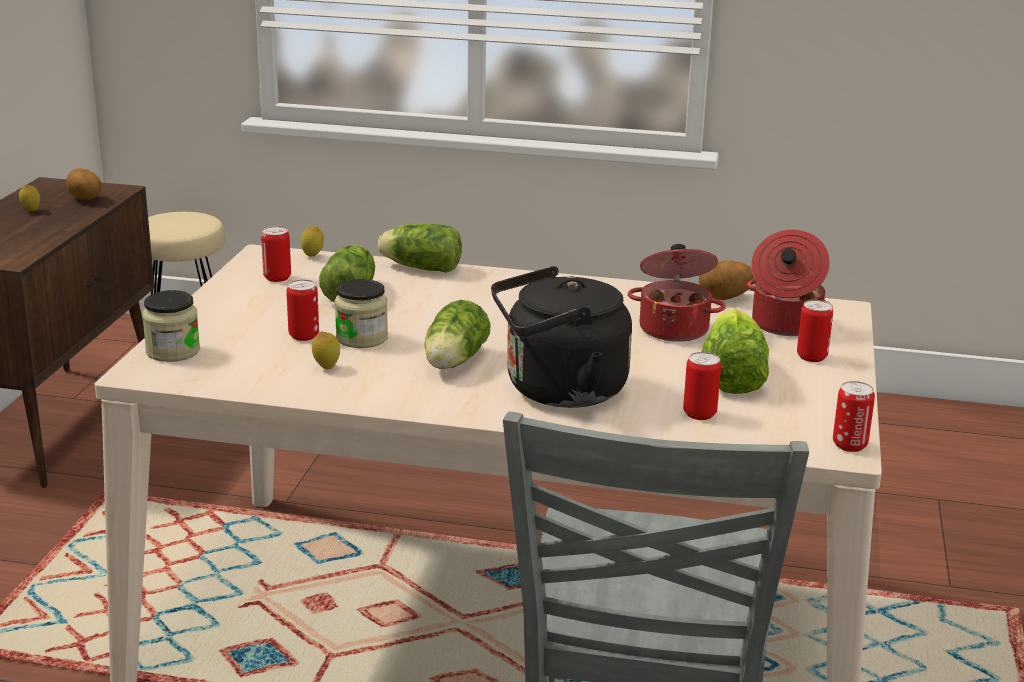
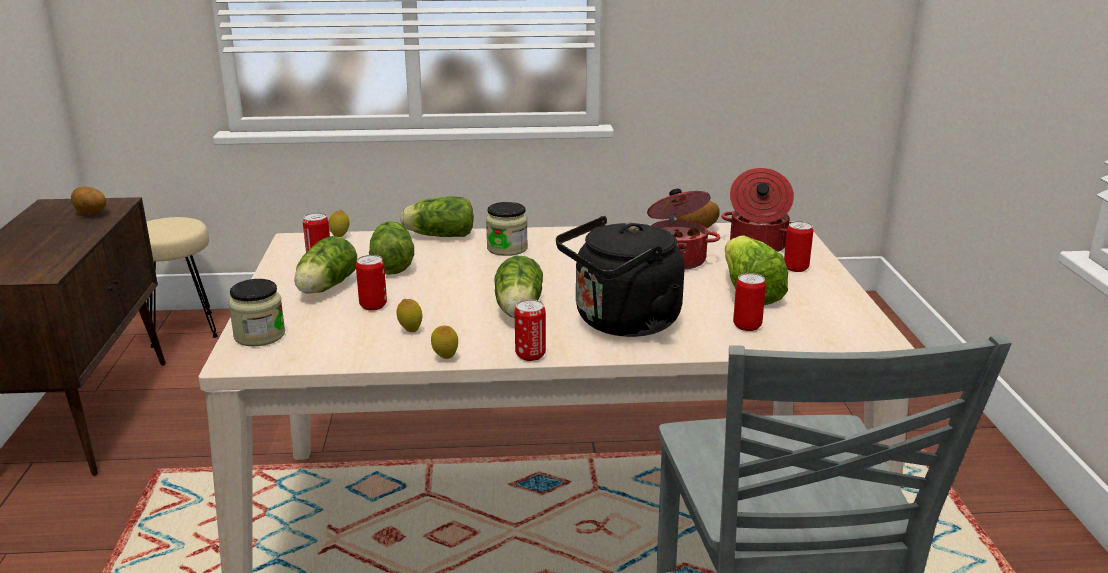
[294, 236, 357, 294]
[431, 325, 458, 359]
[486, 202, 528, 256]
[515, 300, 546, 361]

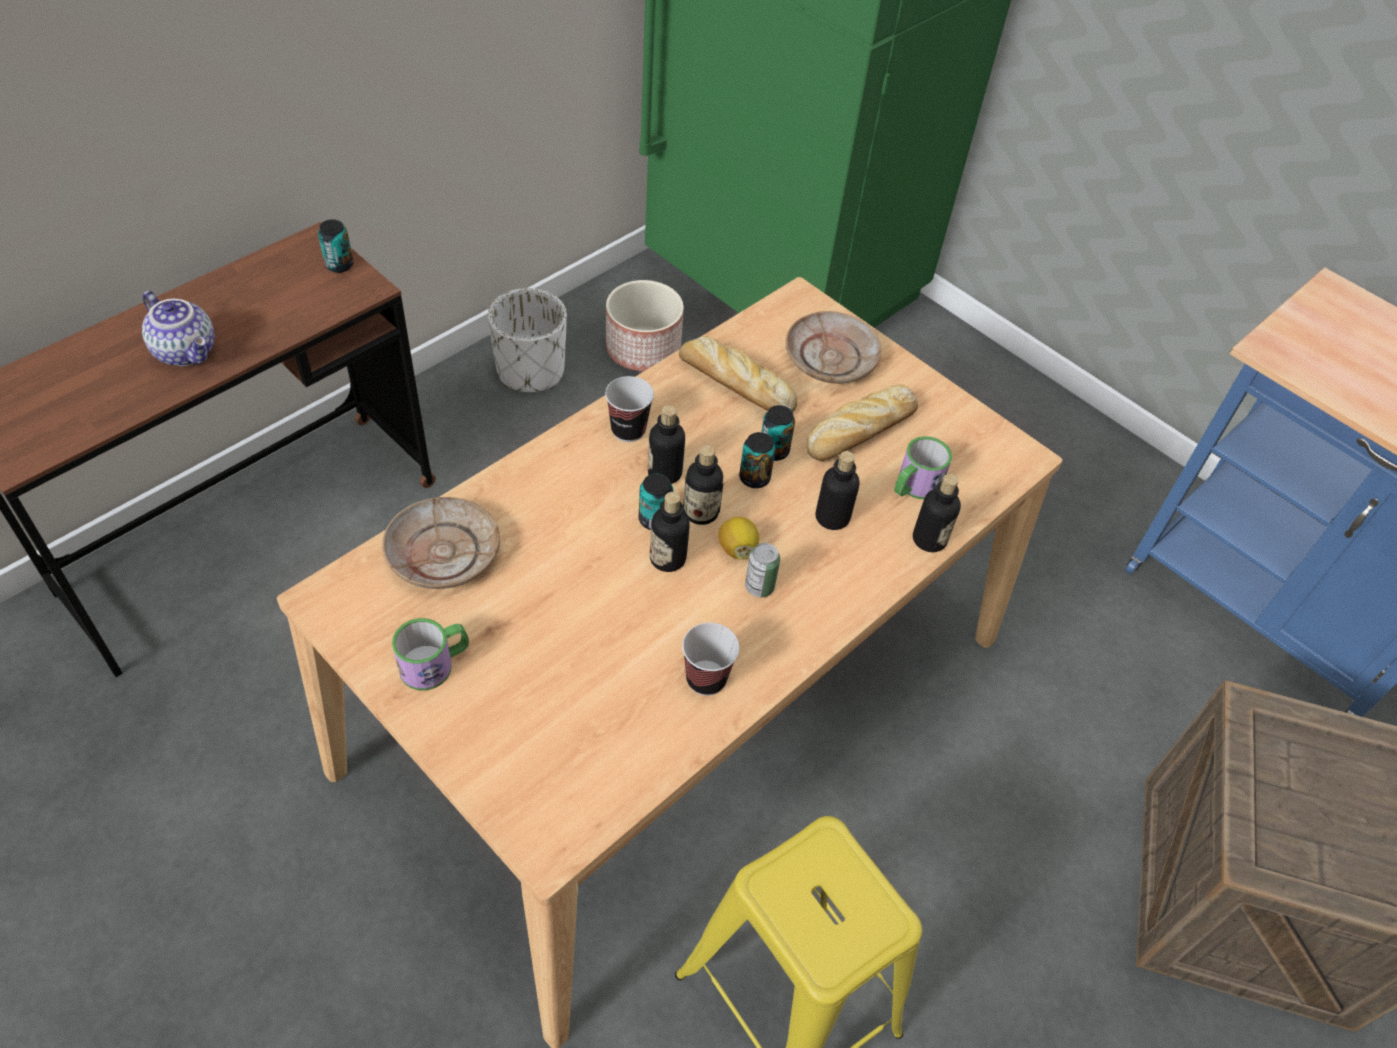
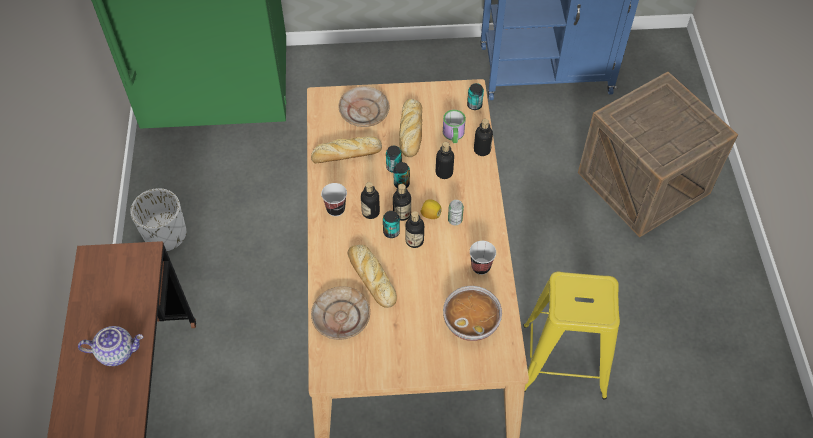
[348, 245, 397, 308]
[443, 286, 502, 341]
[467, 83, 484, 110]
[392, 618, 469, 690] (first image)
[606, 280, 684, 371] (first image)

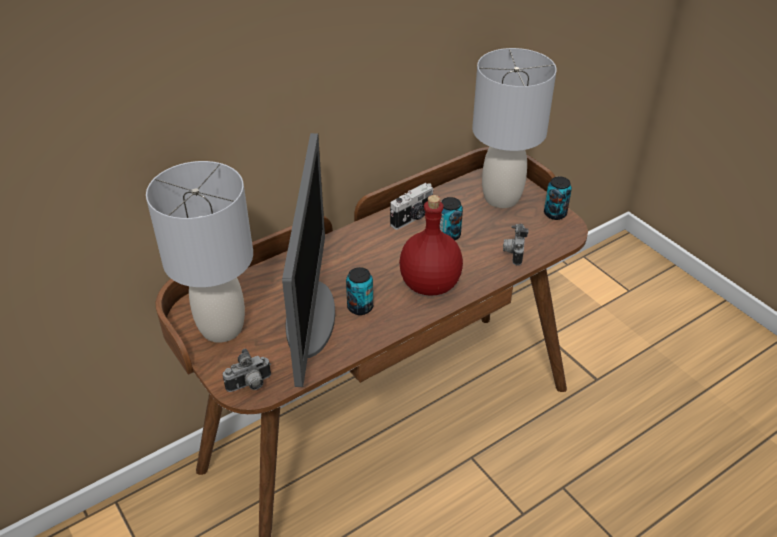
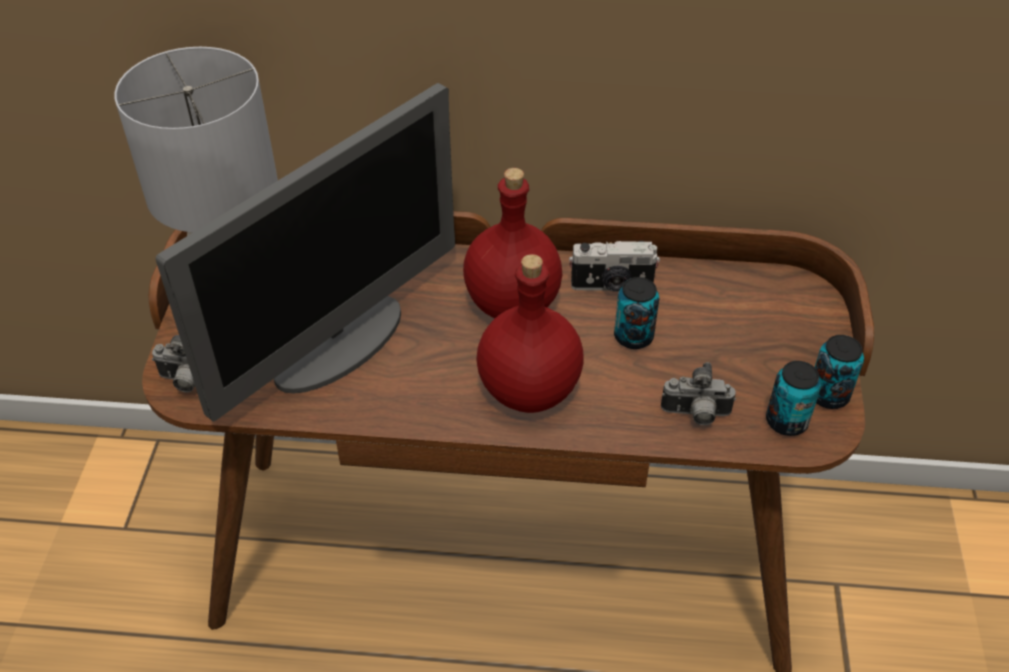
[463, 168, 562, 318]
[661, 362, 736, 425]
[766, 361, 821, 436]
[472, 48, 556, 208] (first image)

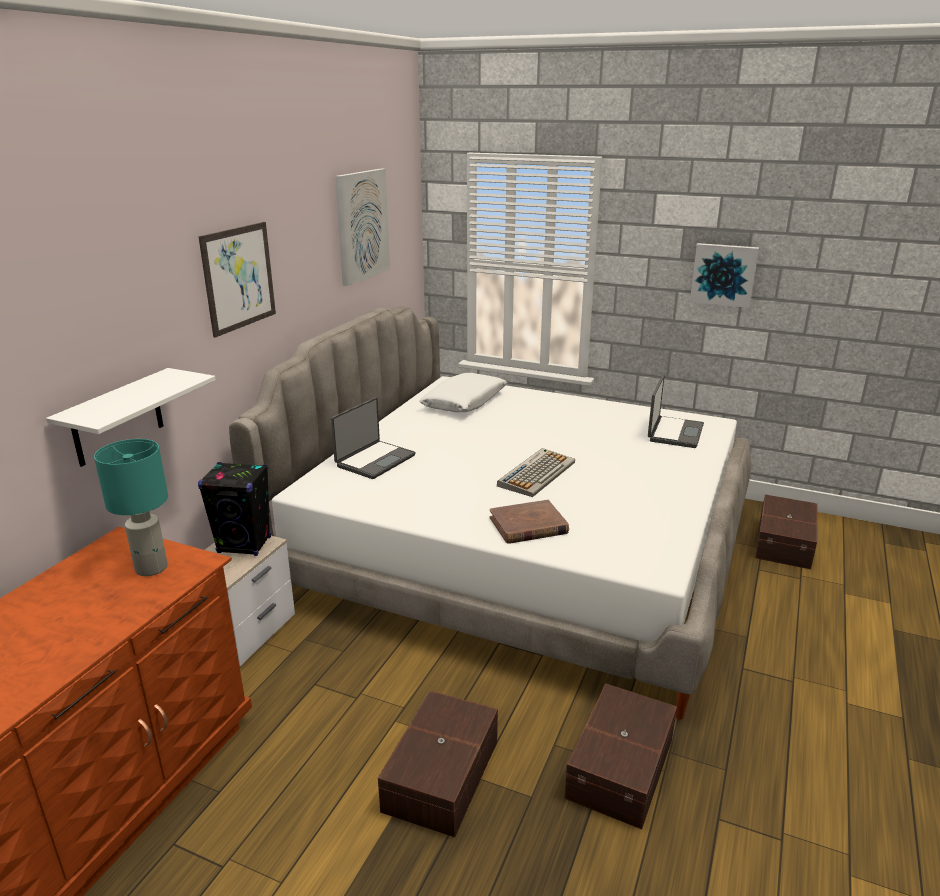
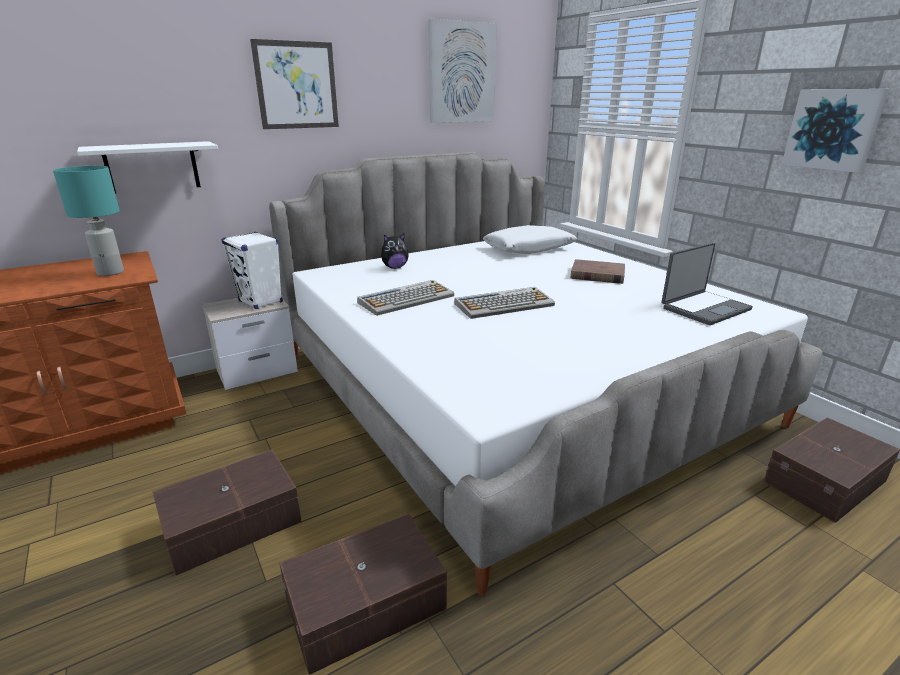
[221, 232, 283, 309]
[357, 280, 454, 316]
[381, 233, 409, 269]
[570, 259, 625, 284]

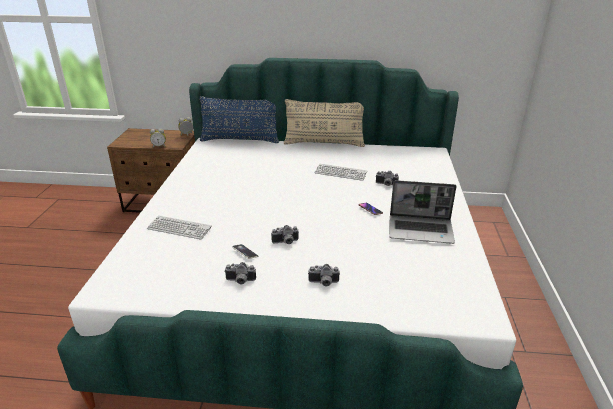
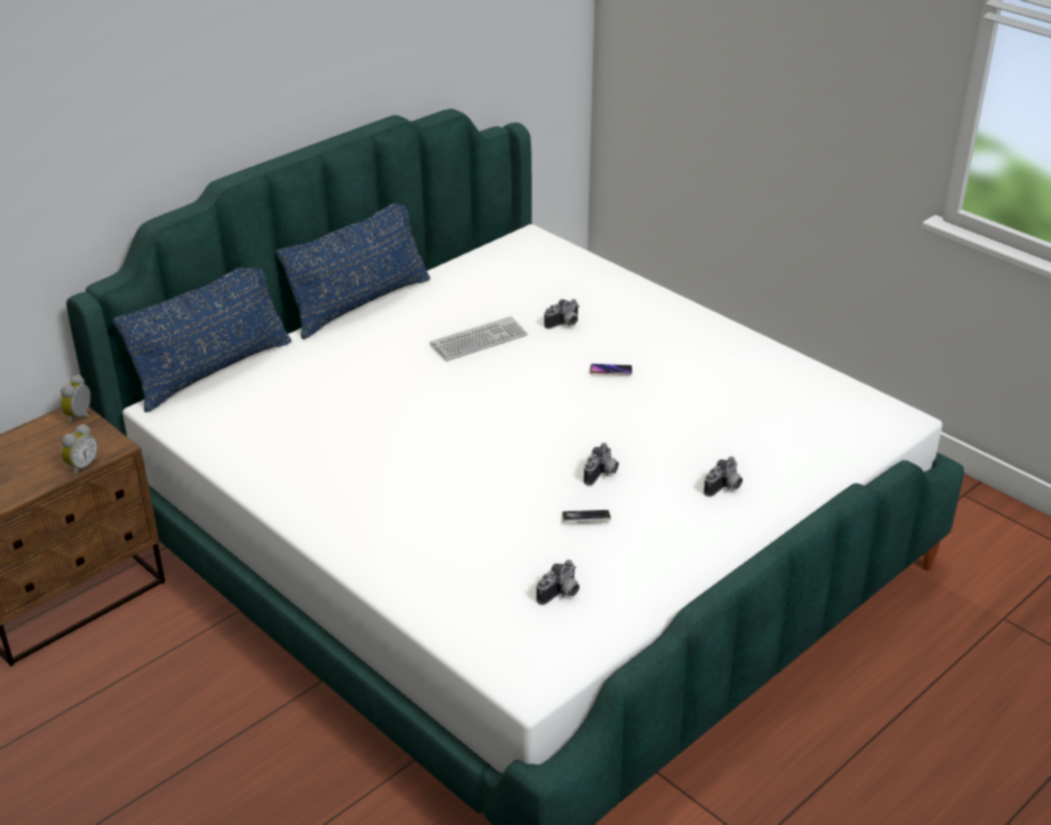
[276, 203, 430, 339]
[537, 560, 579, 605]
[147, 215, 212, 239] (first image)
[389, 180, 457, 244] (first image)

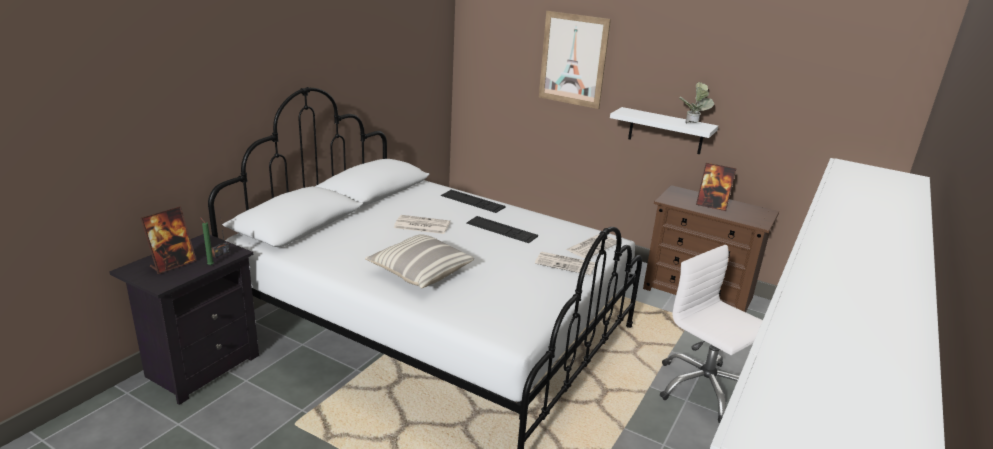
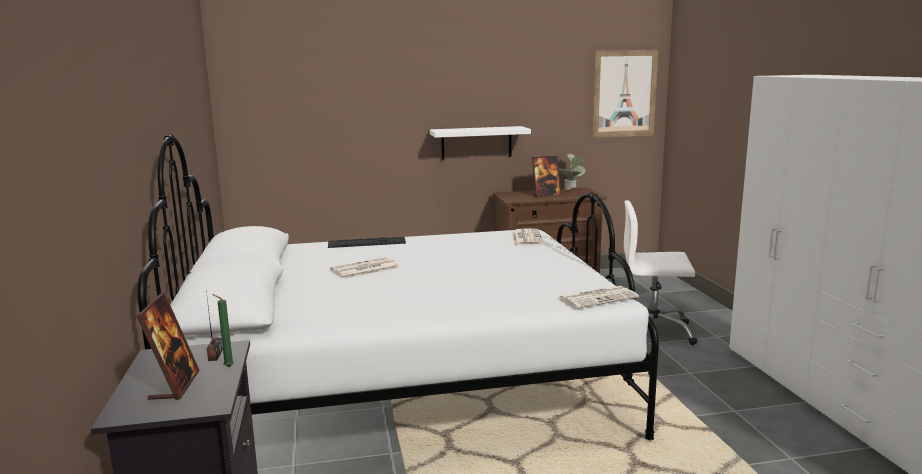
[559, 153, 586, 191]
[559, 286, 639, 308]
[592, 50, 658, 138]
[365, 234, 474, 288] (first image)
[466, 216, 538, 243] (first image)

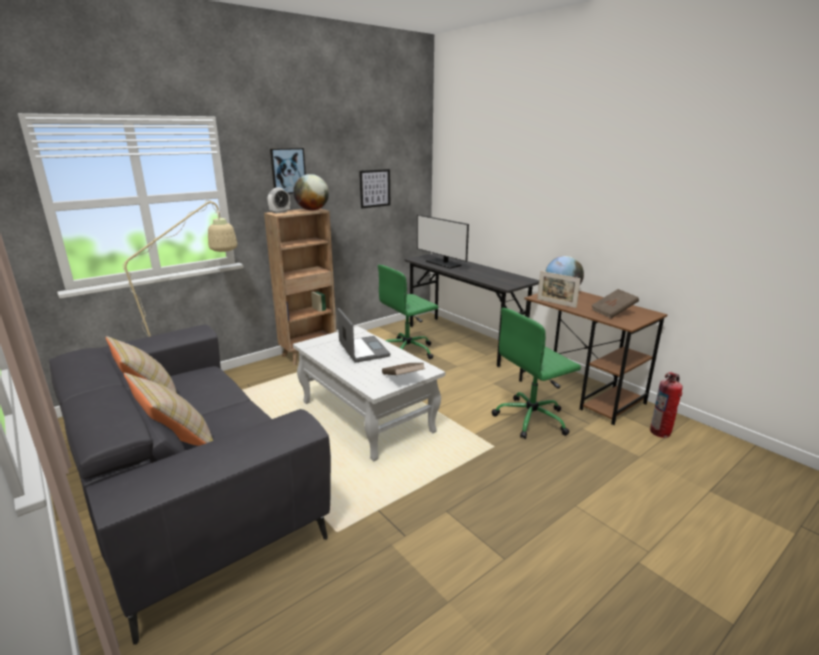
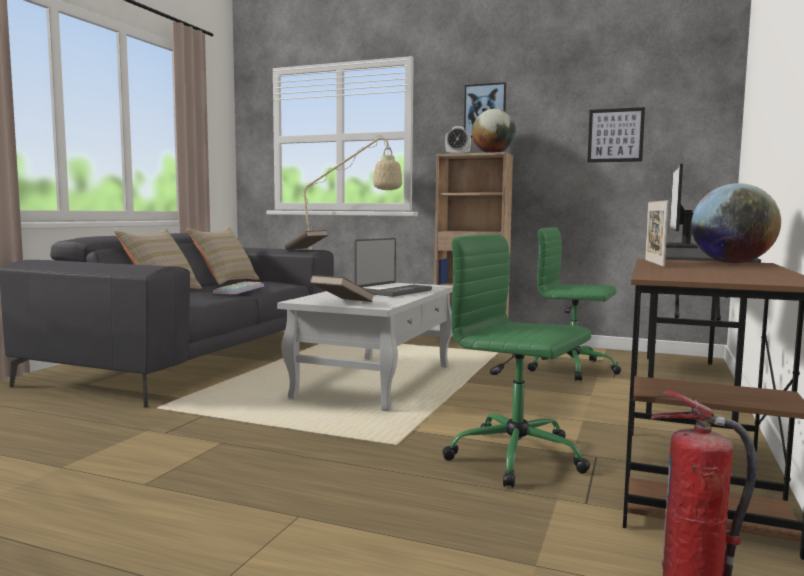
[213, 281, 264, 294]
[284, 230, 328, 250]

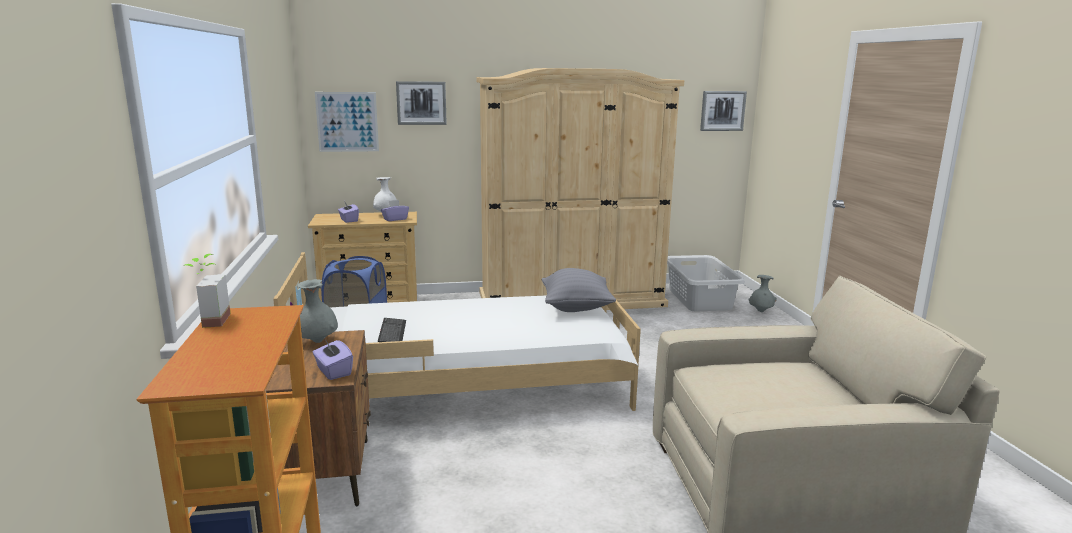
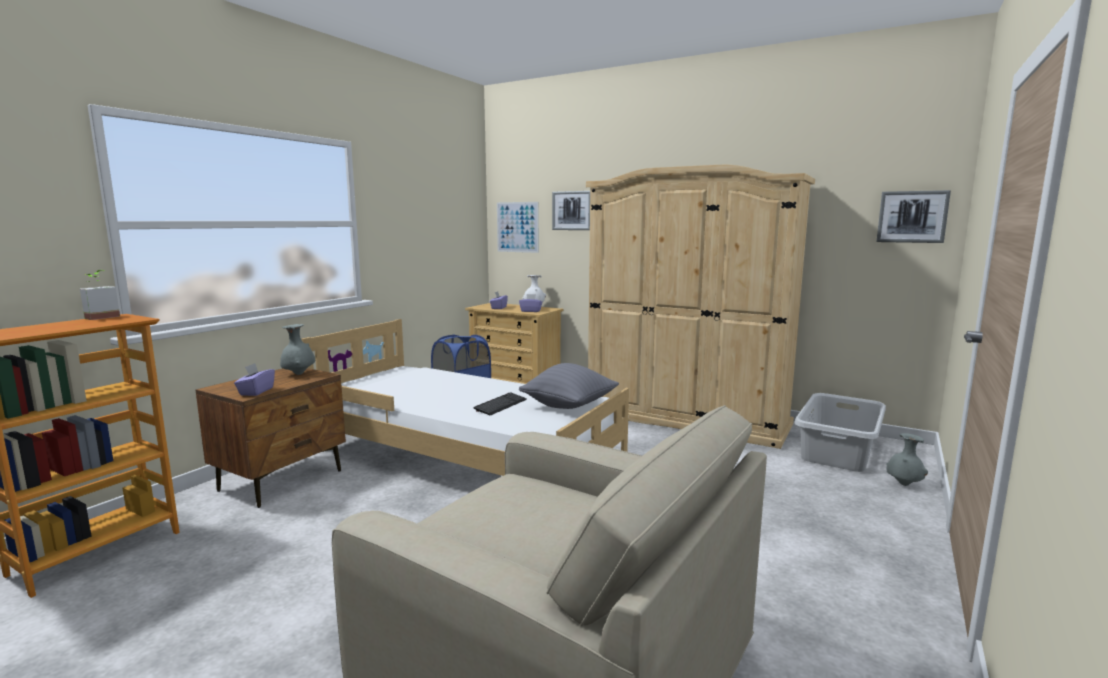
[473, 392, 527, 416]

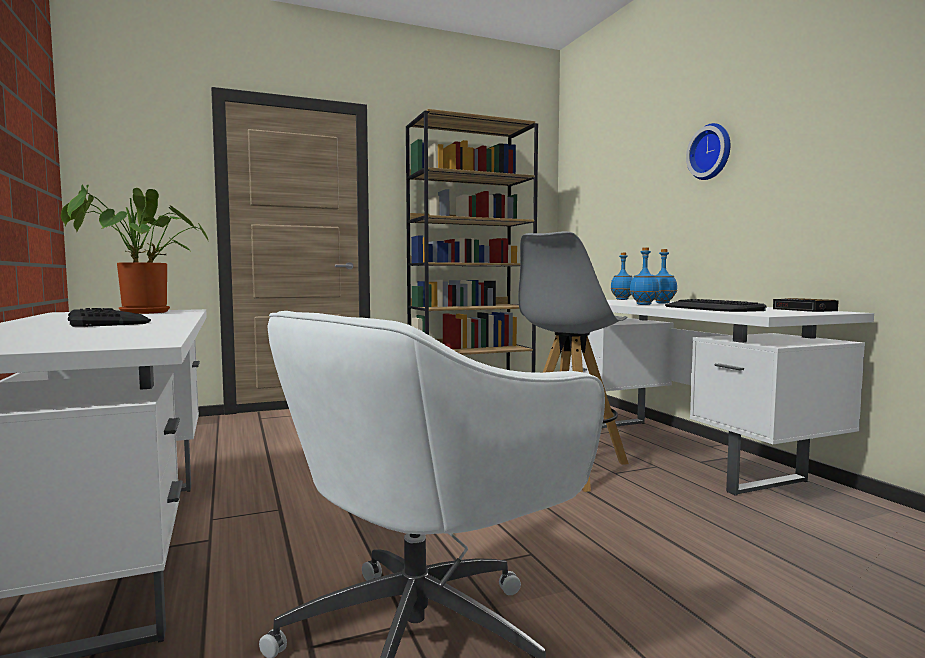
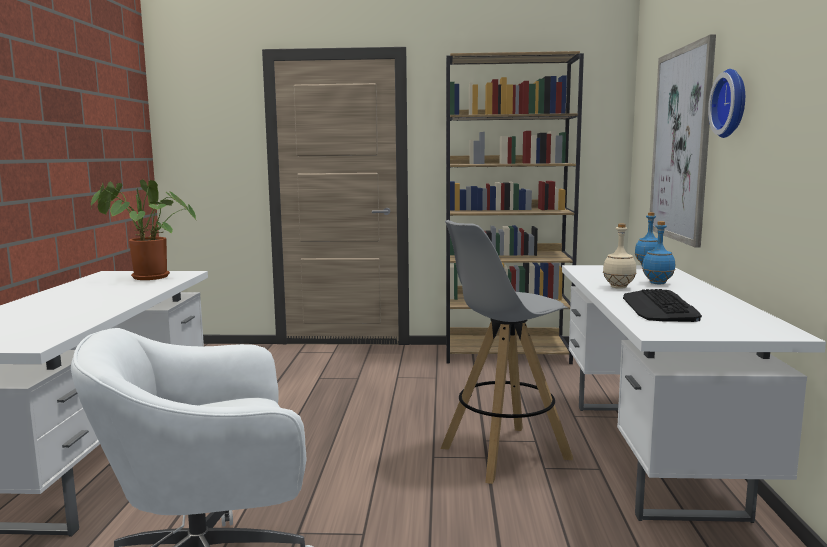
[603, 223, 636, 289]
[650, 34, 716, 248]
[68, 308, 151, 327] (first image)
[773, 298, 839, 312] (first image)

